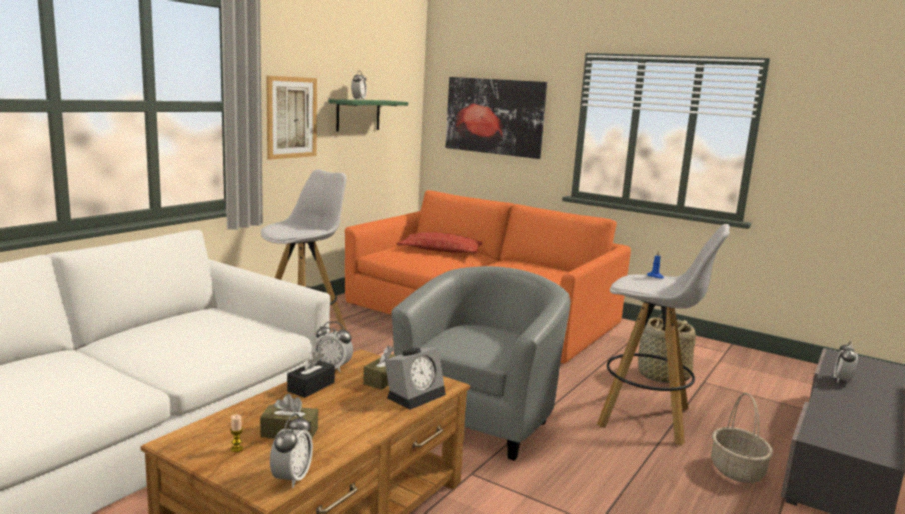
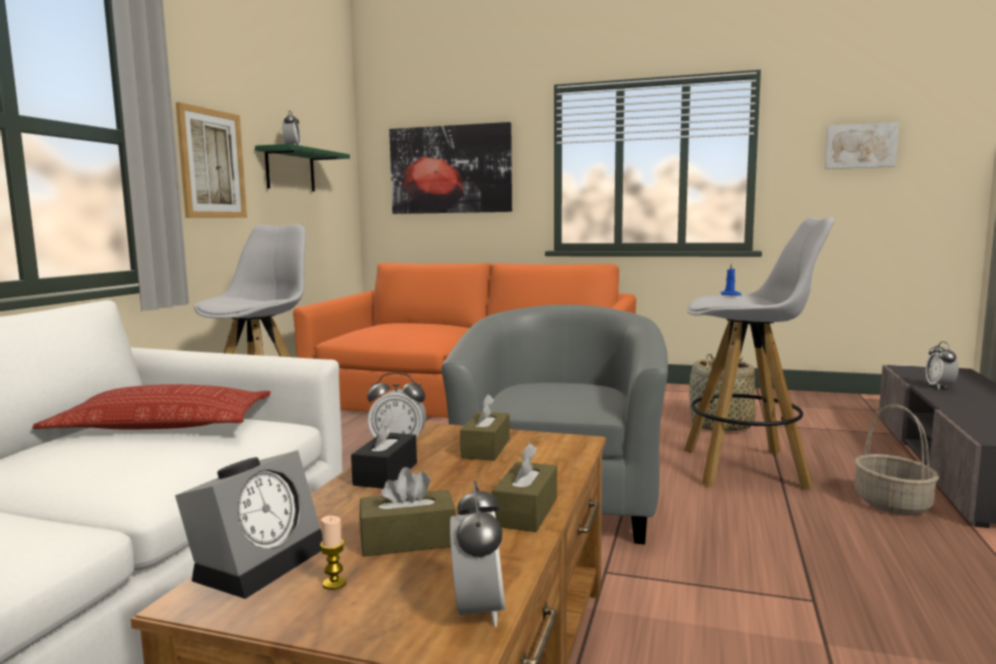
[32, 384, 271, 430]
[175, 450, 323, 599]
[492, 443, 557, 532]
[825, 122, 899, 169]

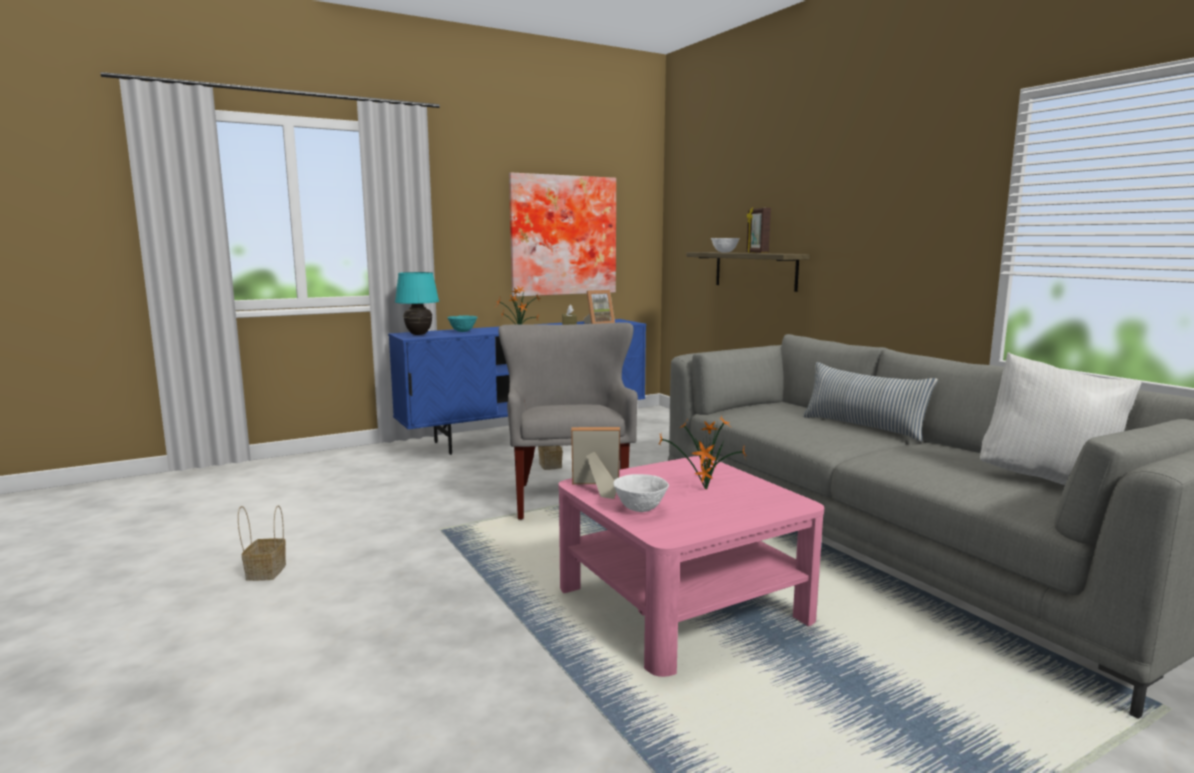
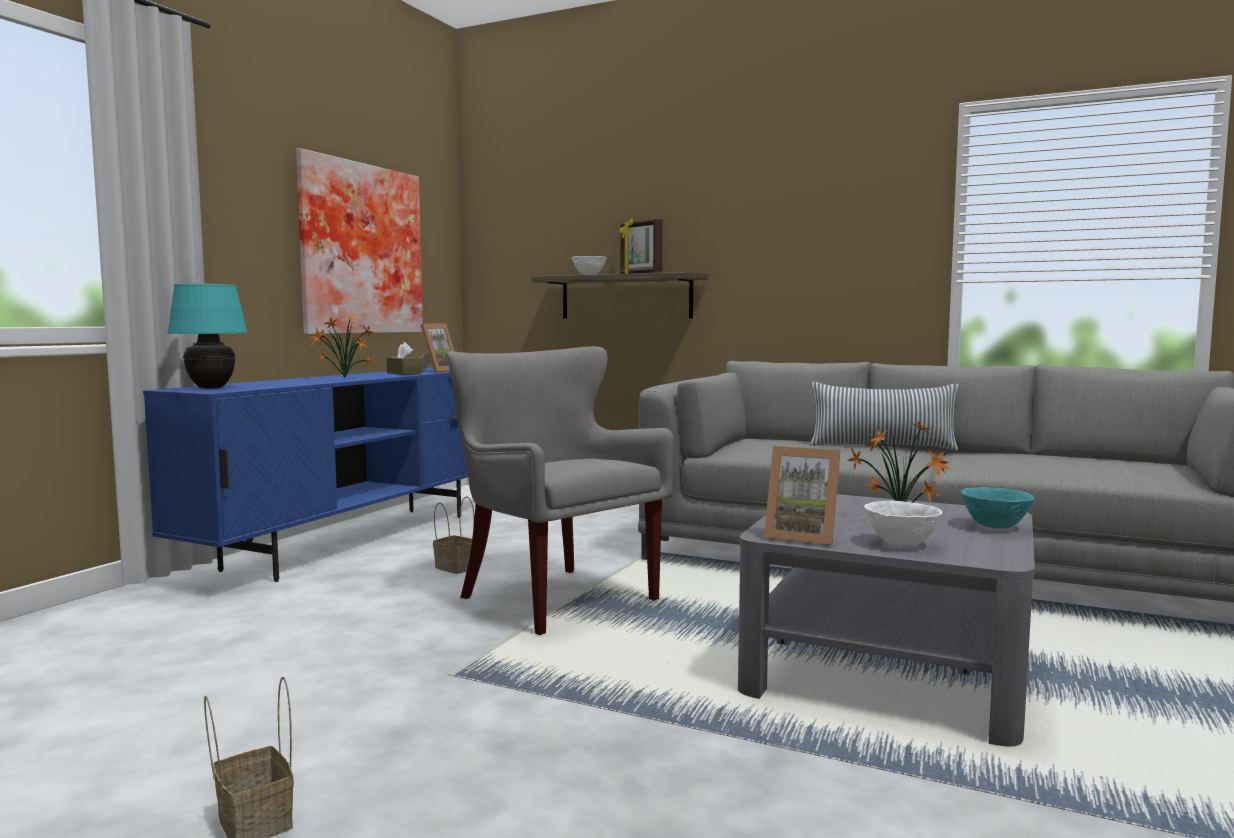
[738, 494, 1035, 747]
[764, 446, 841, 545]
[961, 487, 1034, 529]
[980, 352, 1142, 485] (first image)

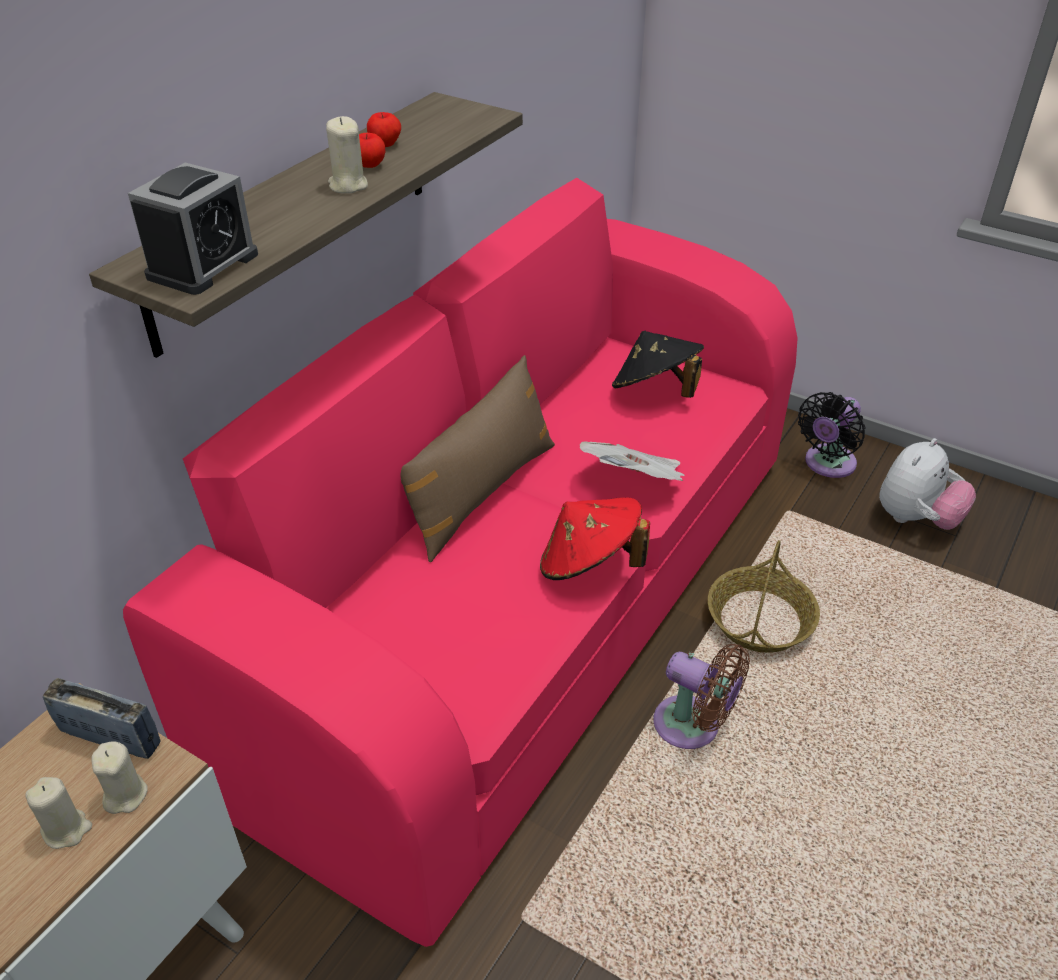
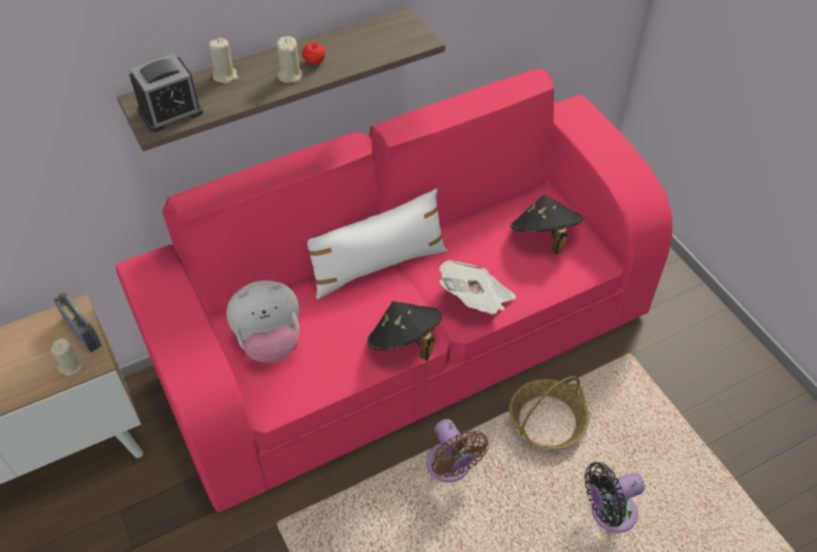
[209, 38, 238, 84]
[226, 280, 299, 363]
[307, 188, 447, 299]
[367, 301, 442, 361]
[584, 462, 645, 533]
[367, 112, 401, 147] (first image)

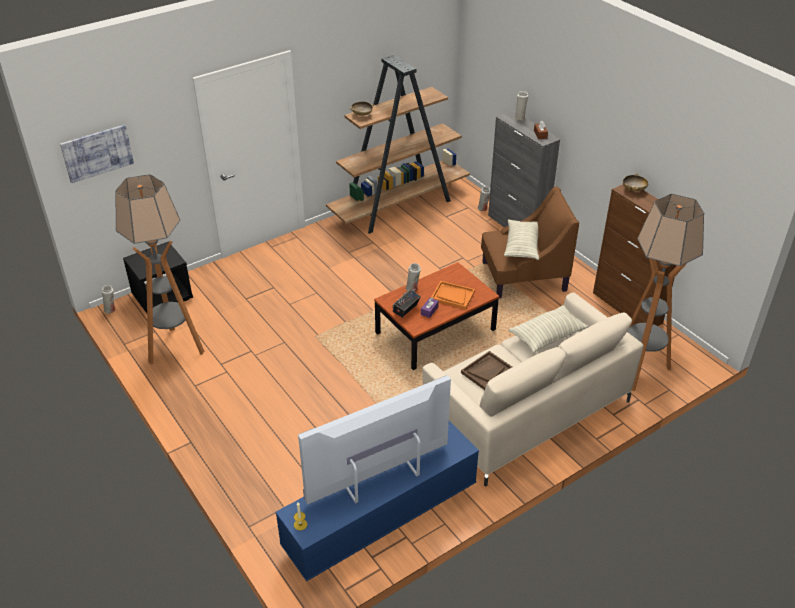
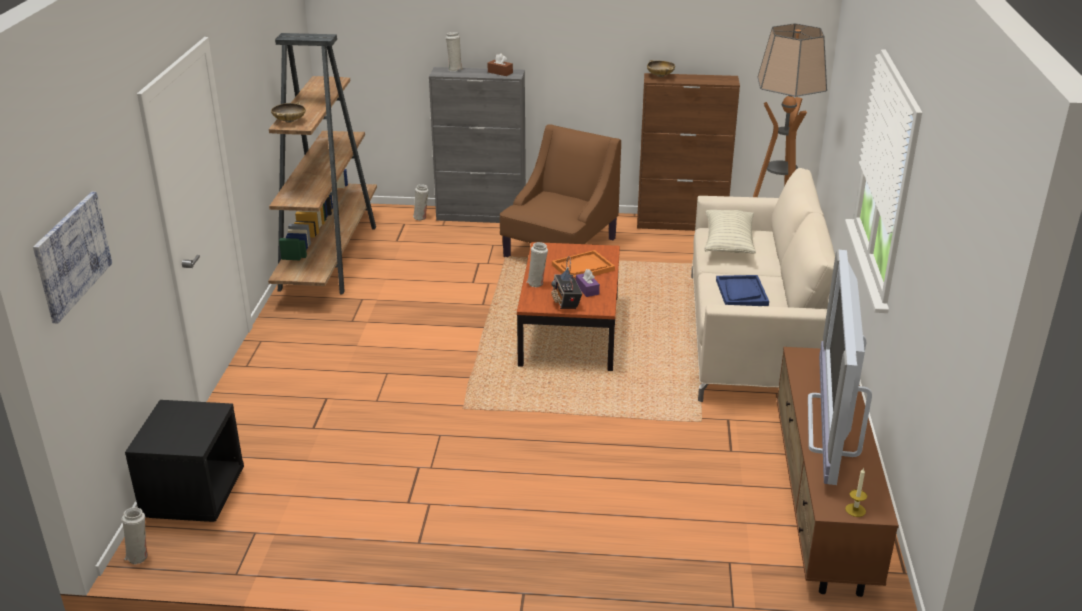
[716, 275, 769, 306]
[777, 347, 899, 597]
[116, 174, 204, 365] (first image)
[504, 220, 539, 260] (first image)

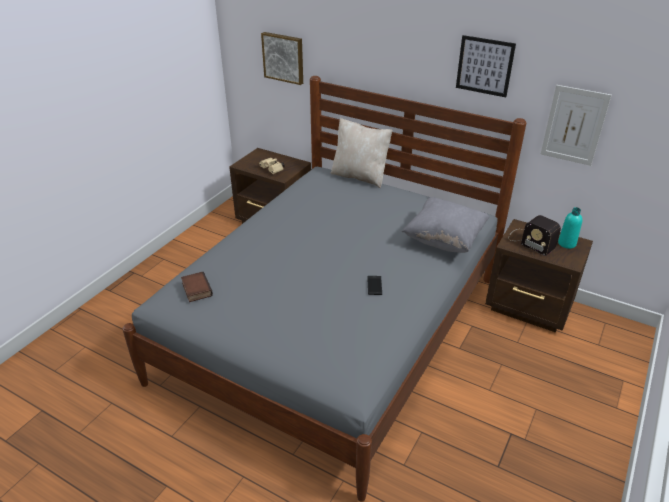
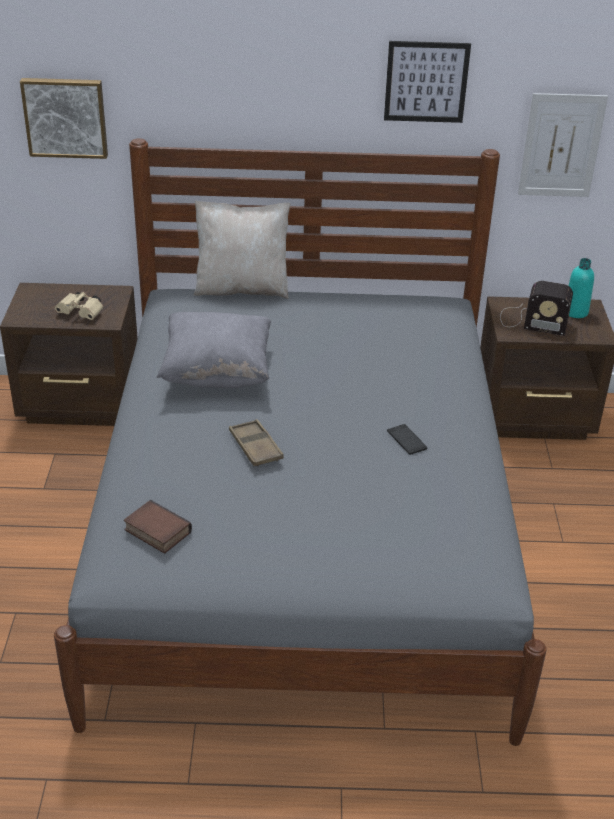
[156, 312, 271, 388]
[229, 419, 284, 466]

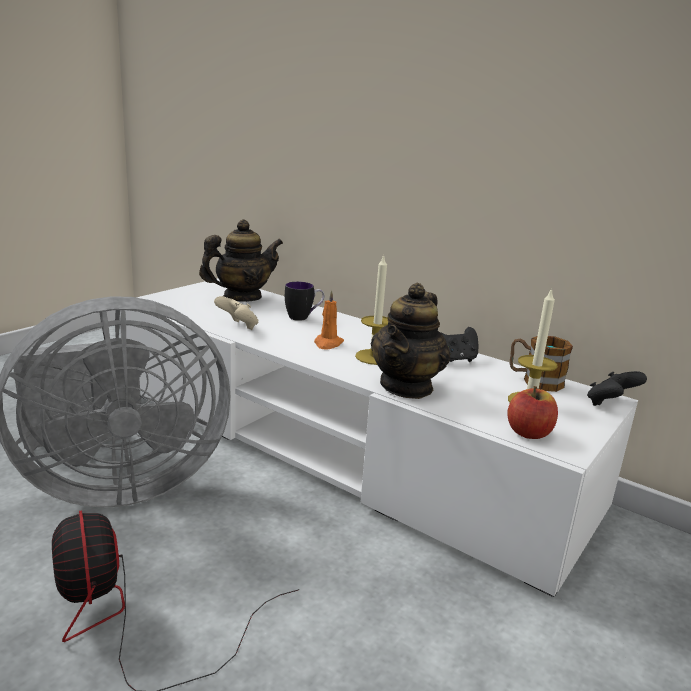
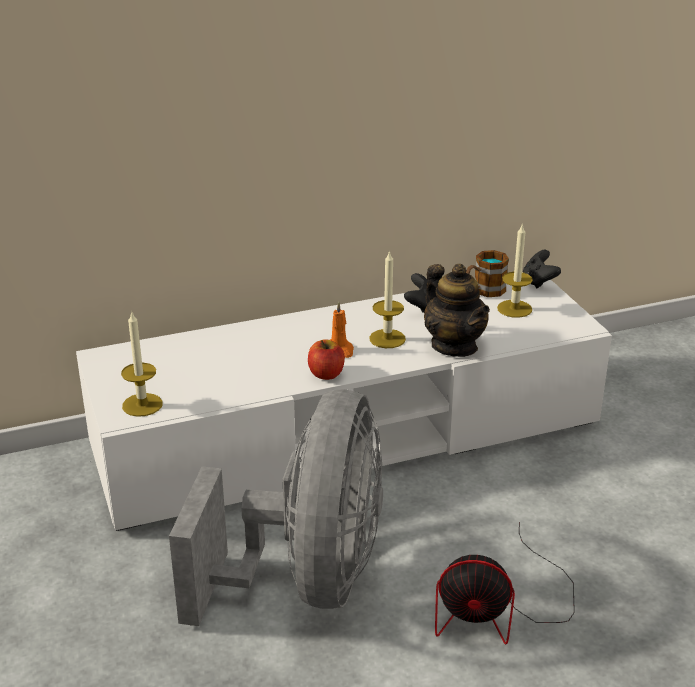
[121, 312, 163, 417]
[308, 339, 345, 380]
[199, 219, 283, 302] (first image)
[214, 296, 258, 330] (first image)
[285, 282, 325, 321] (first image)

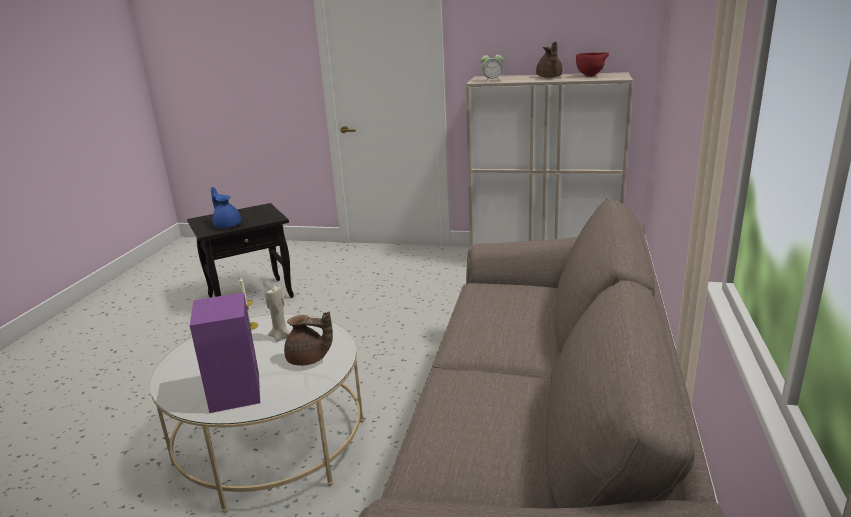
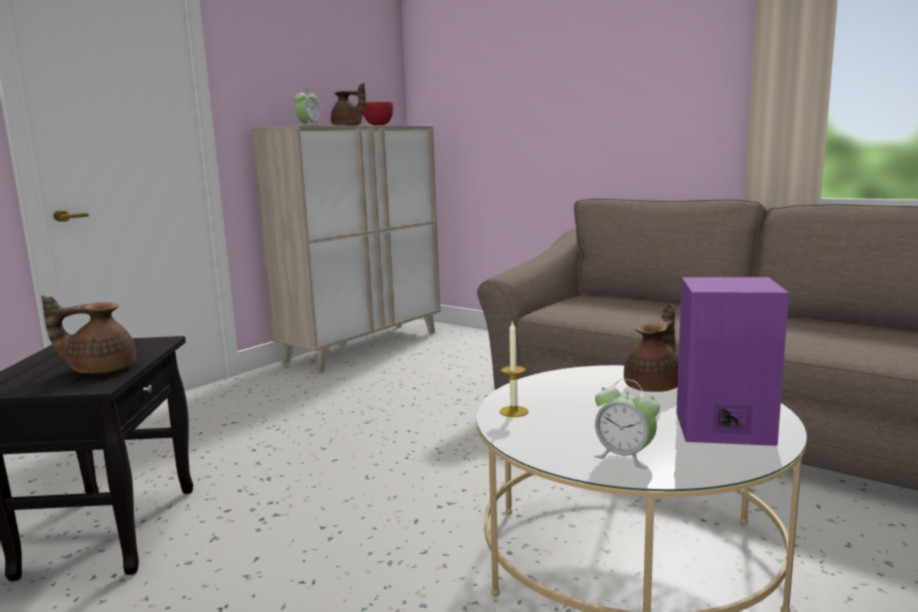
[41, 295, 136, 374]
[594, 379, 660, 469]
[265, 286, 290, 342] (first image)

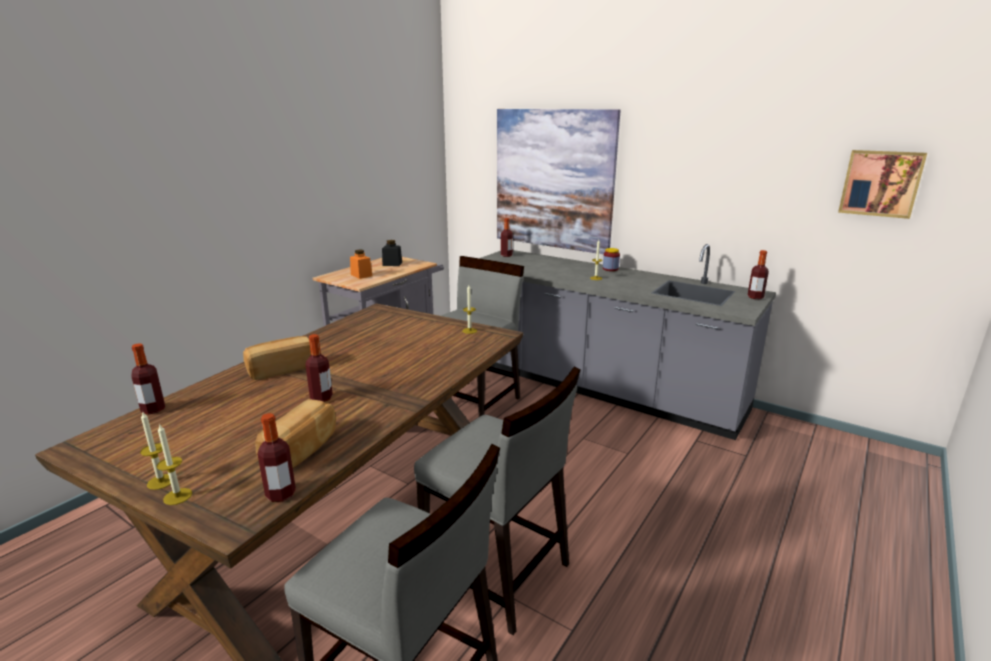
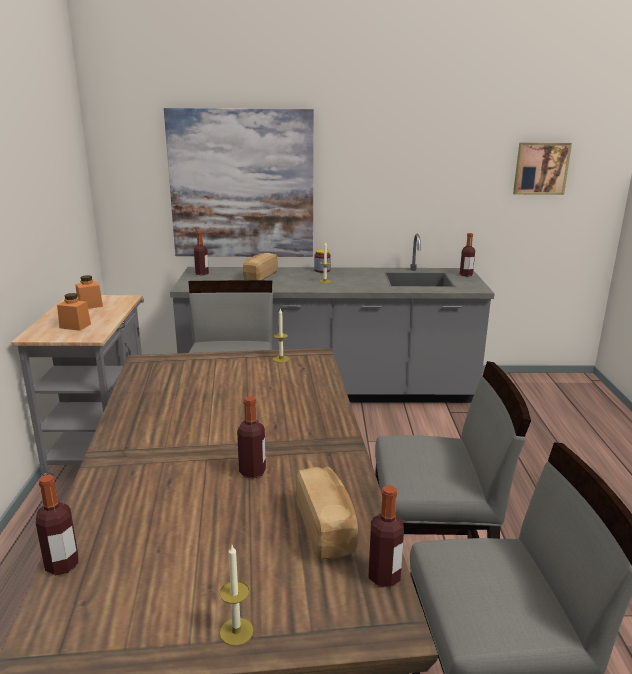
[75, 275, 103, 309]
[243, 253, 278, 280]
[157, 423, 192, 505] (first image)

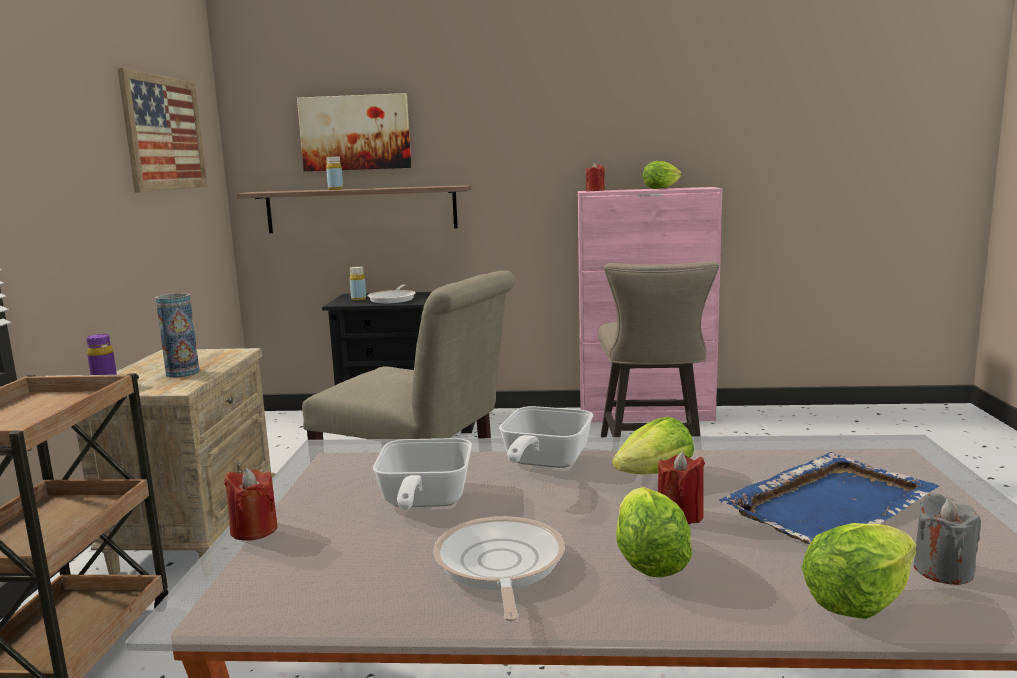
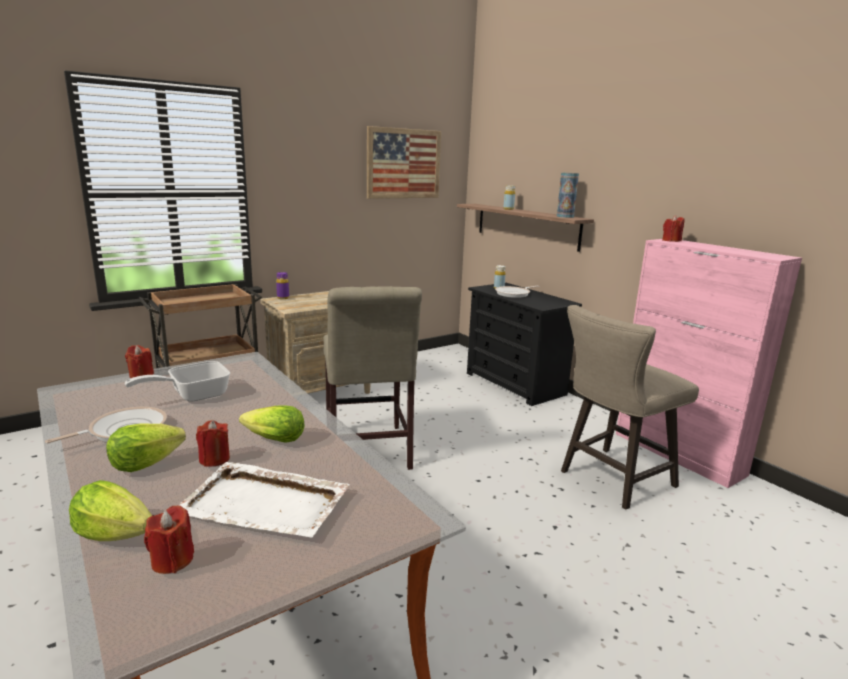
[144, 505, 194, 574]
[179, 462, 350, 538]
[557, 173, 579, 218]
[297, 93, 411, 171] (first image)
[499, 406, 593, 468] (first image)
[642, 161, 682, 189] (first image)

